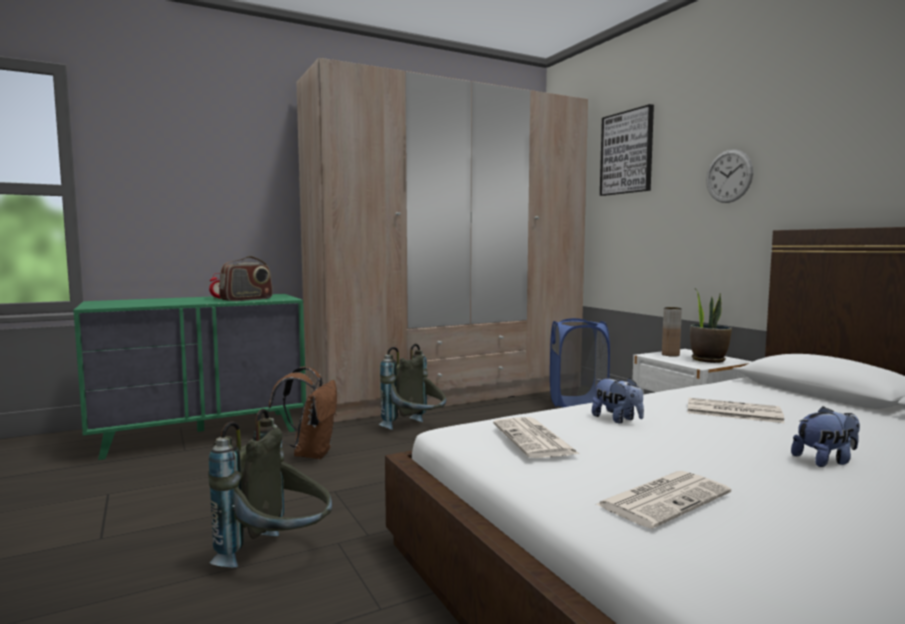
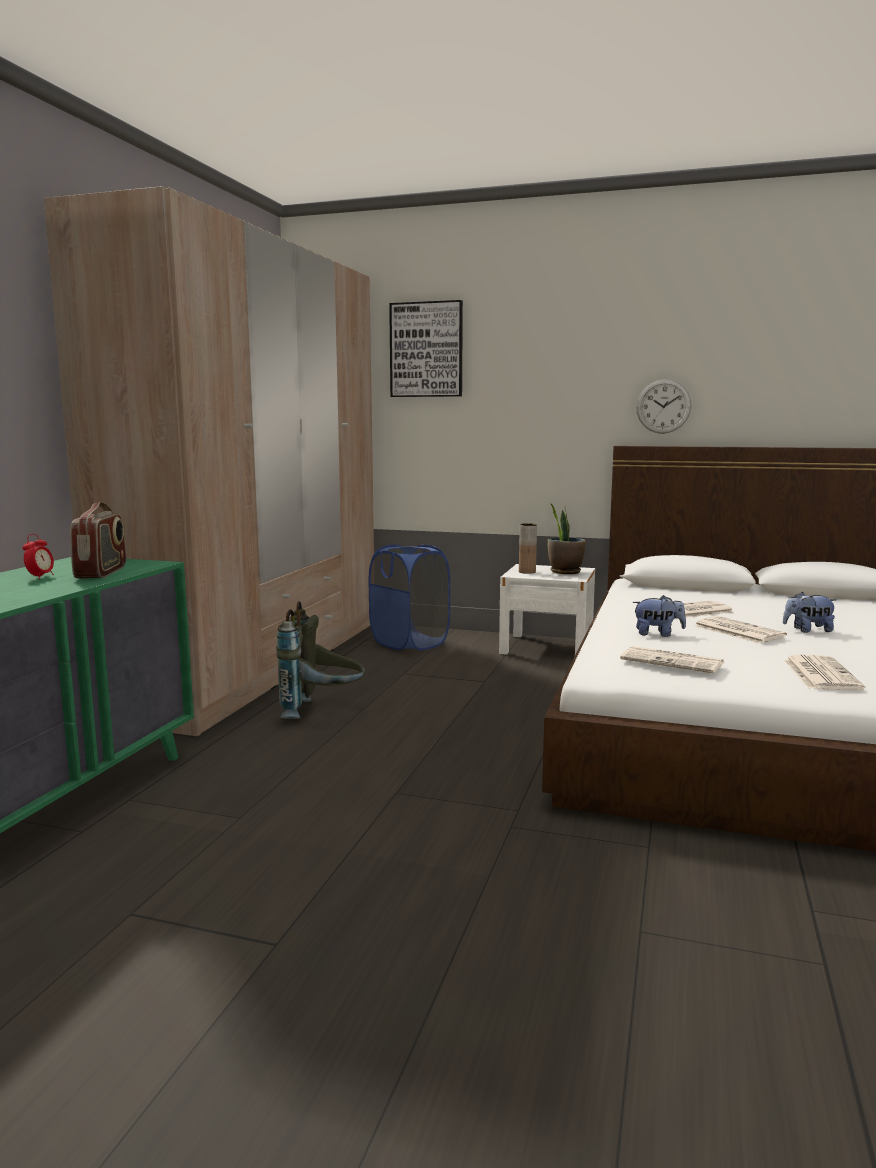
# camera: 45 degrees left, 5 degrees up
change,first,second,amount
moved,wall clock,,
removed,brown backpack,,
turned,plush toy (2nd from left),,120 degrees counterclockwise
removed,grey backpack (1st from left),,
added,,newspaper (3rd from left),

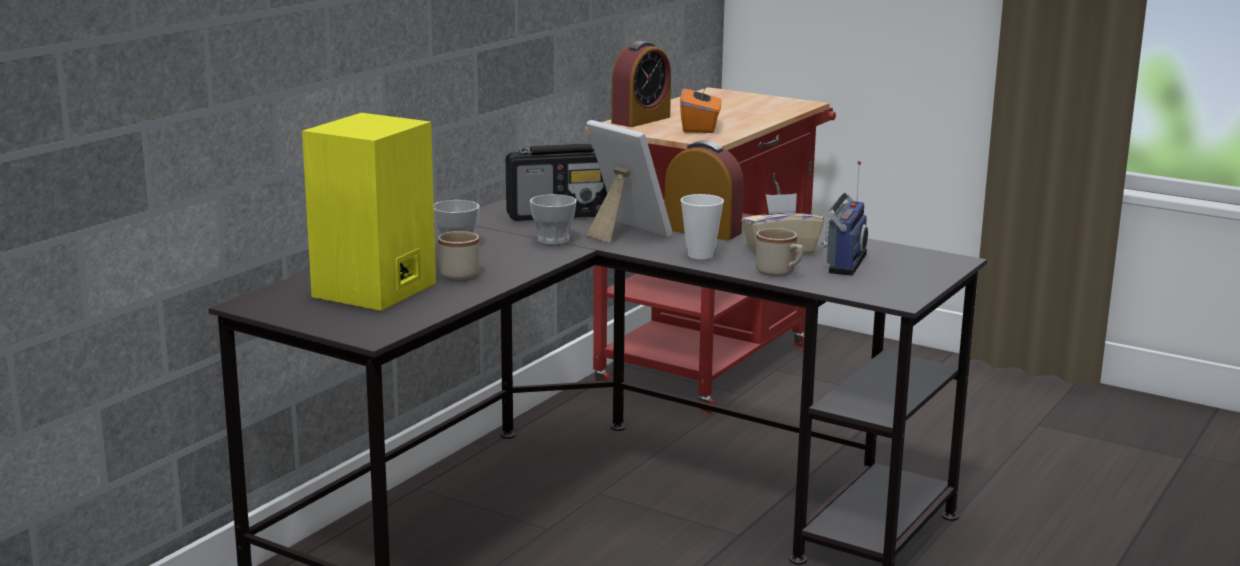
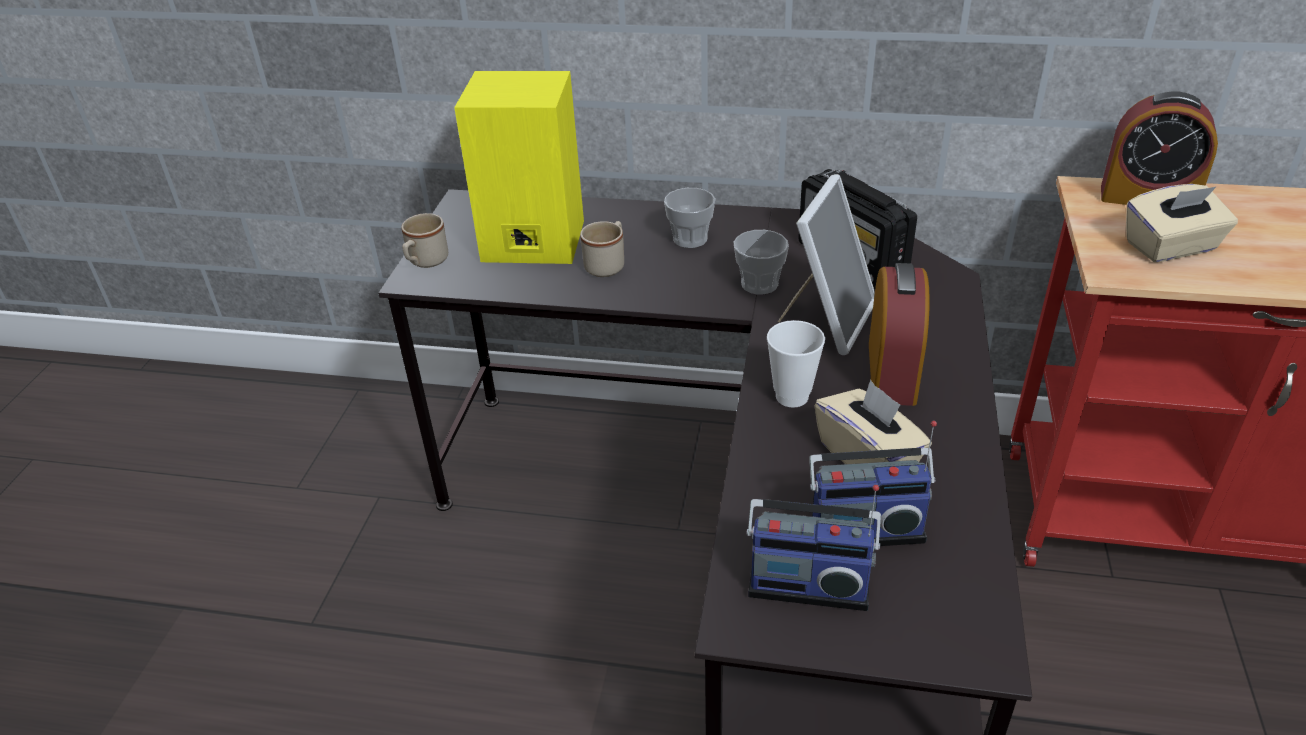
# camera: 70 degrees right, 20 degrees up
change,first,second,amount
recoloured,orange tissue box,beige tissue box (2nd from left),
moved,beige mug (2nd from left in the first image),beige mug (1st from left),
added,,radio (1st from left),

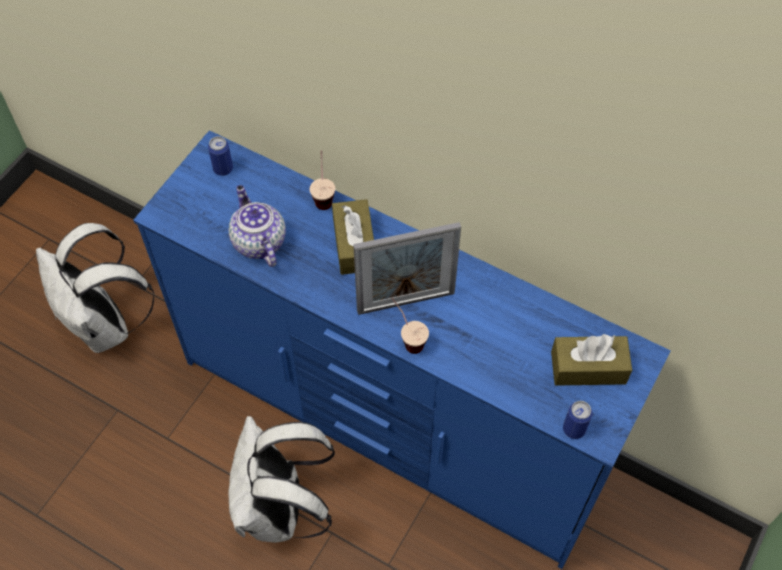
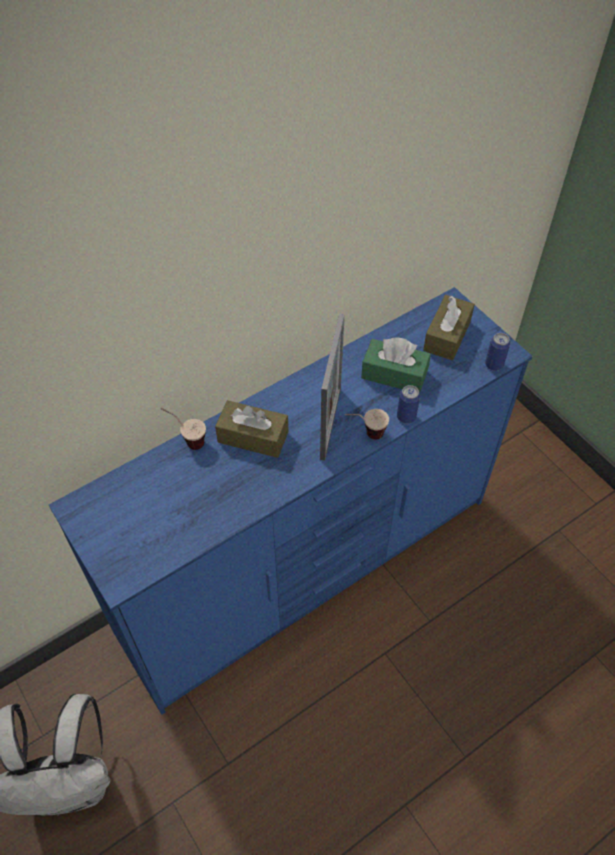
# camera: 65 degrees left, 5 degrees down
change,first,second,amount
moved,can (1st from left),,
removed,teapot,,
removed,white backpack (2nd from left),,
added,,green tissue box,

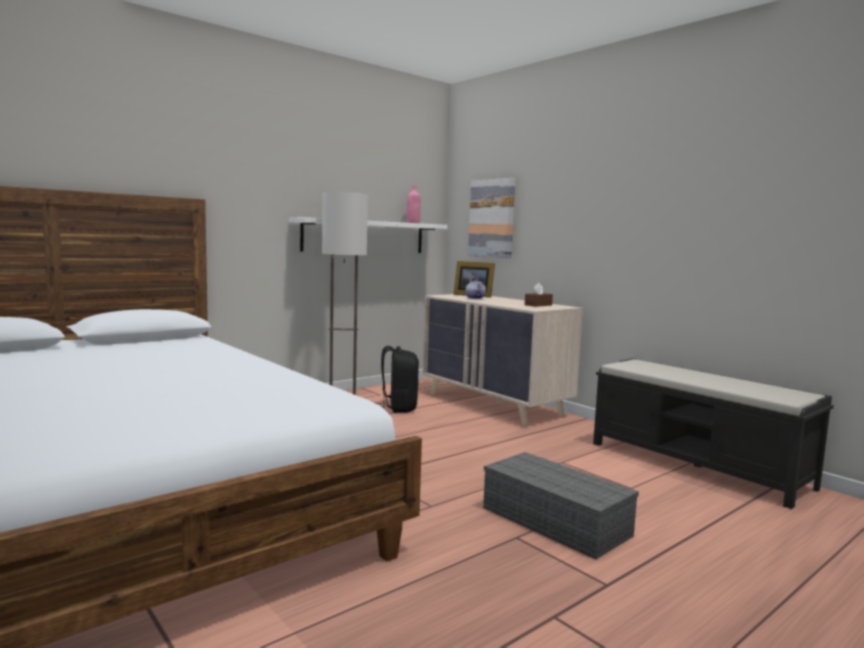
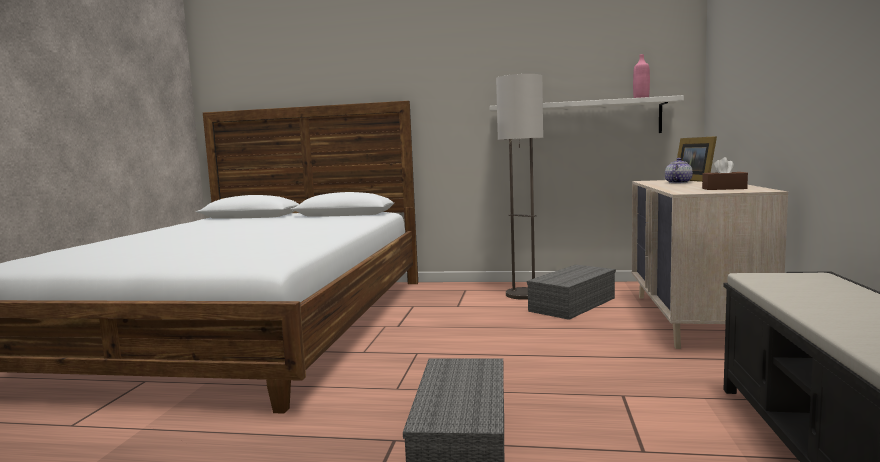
# camera: 50 degrees right, 0 degrees up
change,first,second,amount
removed,picture,,
replaced,black backpack,grey storage box (2nd from left),

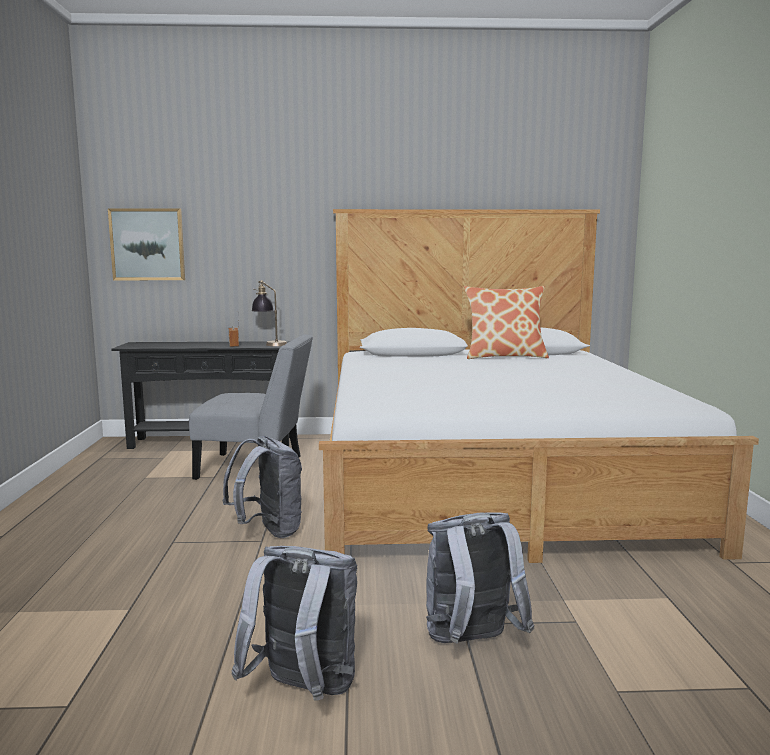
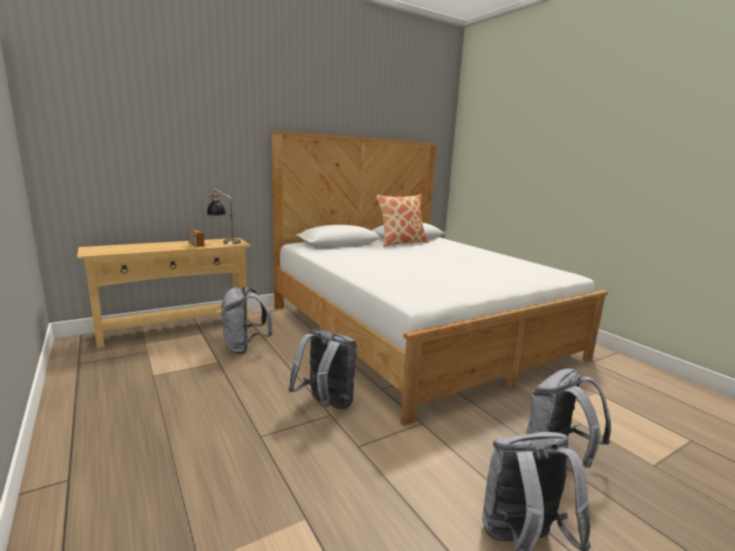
# camera: 30 degrees left, 5 degrees up
change,first,second,amount
removed,picture,,
replaced,grey chair,grey backpack (1st from left),
recoloured,black console table,beige console table,

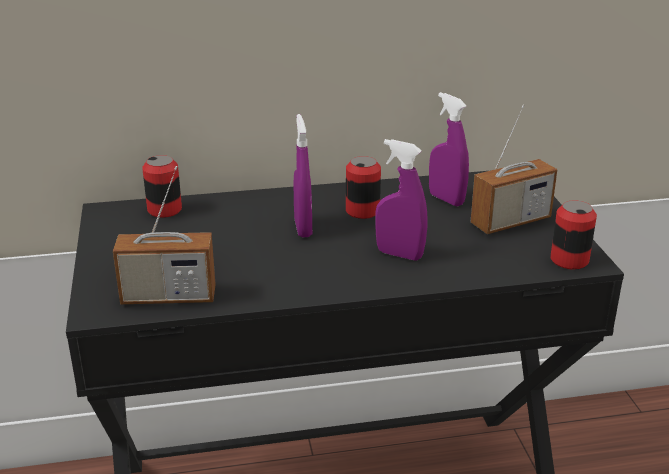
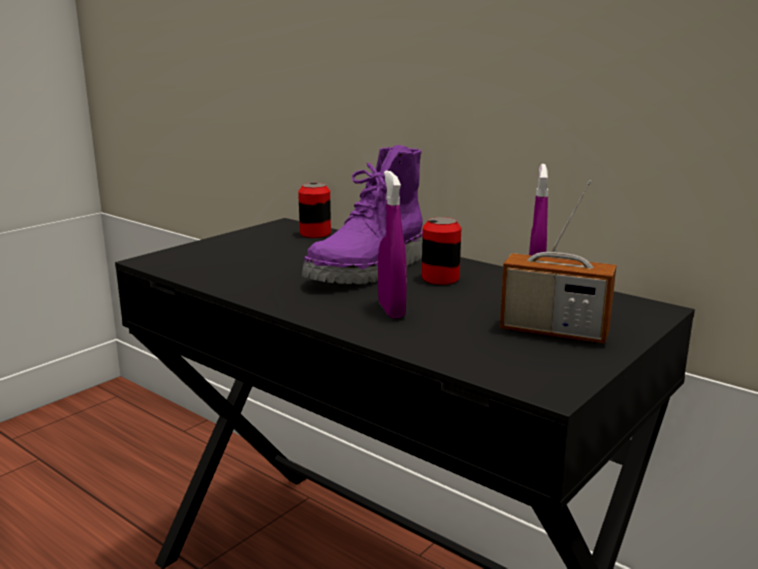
# camera: 50 degrees right, 10 degrees down
change,first,second,amount
replaced,purple spray bottle (1st from left),purple boot,
removed,radio (1st from left),,
removed,can (3rd from left),,

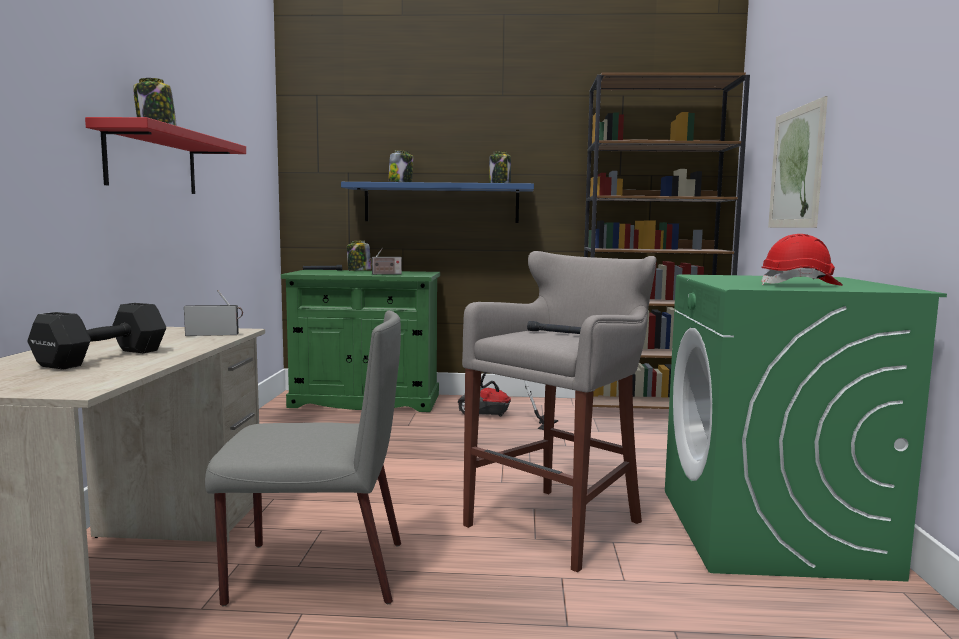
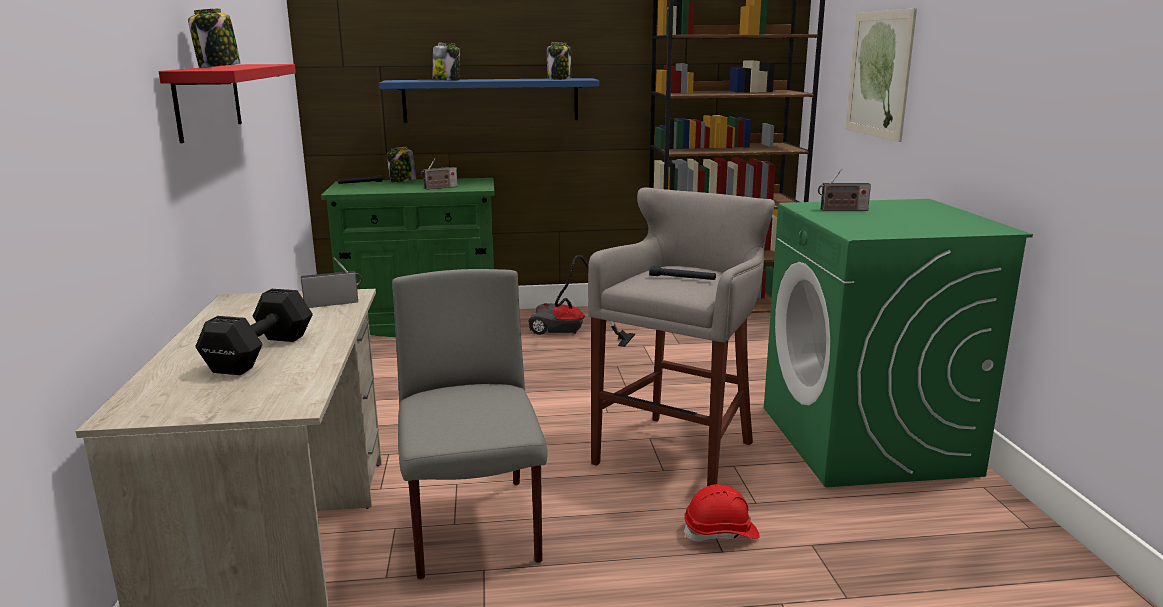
# camera: 10 degrees left, 10 degrees up
change,first,second,amount
moved,red hard hat,,
turned,grey chair,,90 degrees counterclockwise
added,,radio (3rd from left),

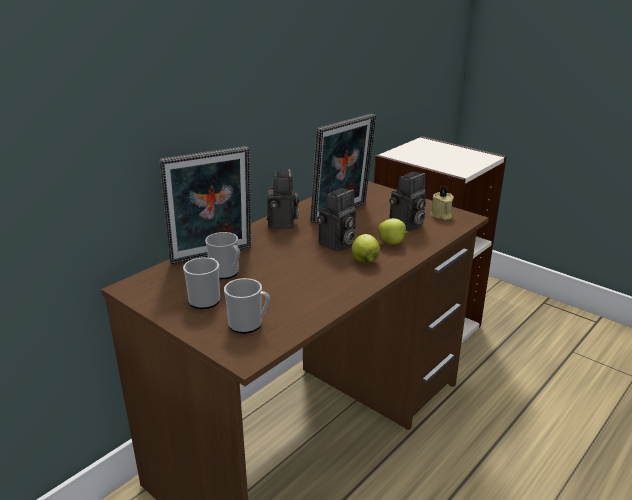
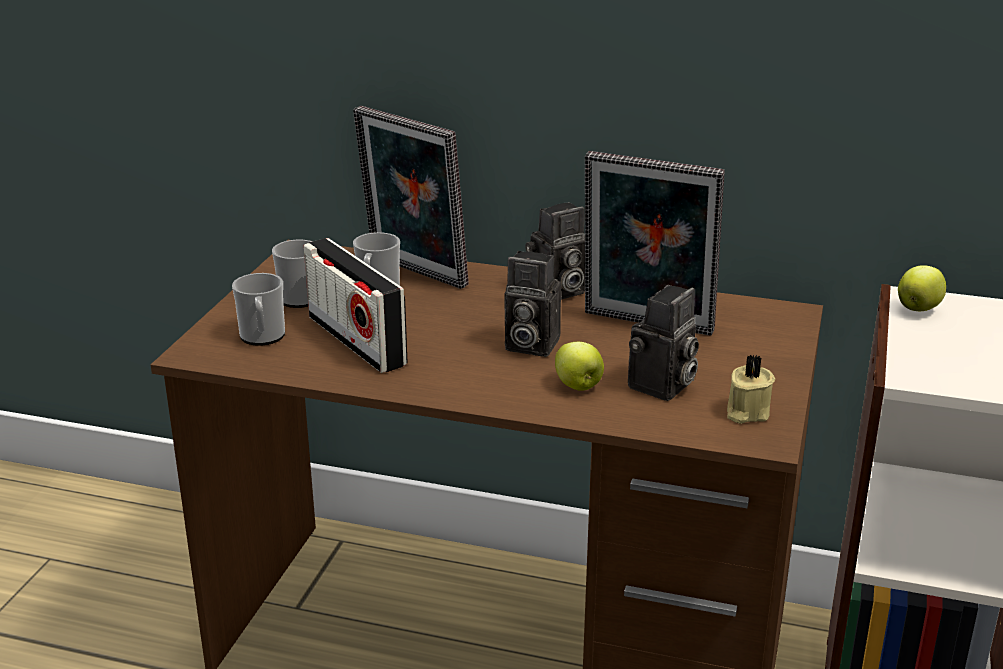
# camera: 65 degrees right, 0 degrees up
change,first,second,amount
turned,photo camera (3rd from left),,75 degrees counterclockwise
moved,apple (1st from left in the first image),apple (2nd from left),
added,,radio,

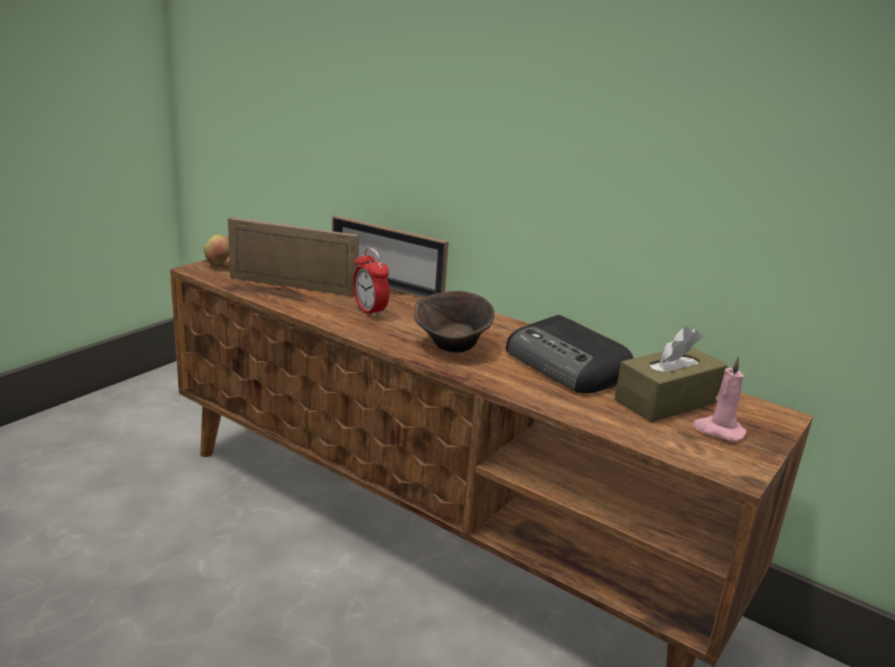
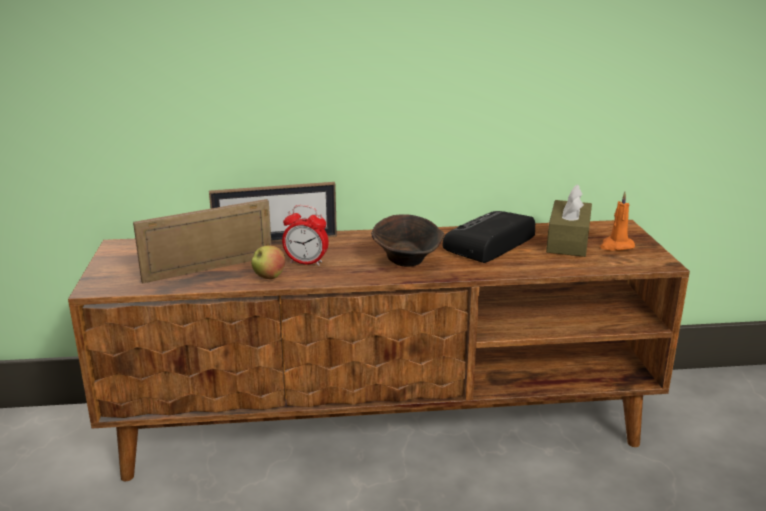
# camera: 40 degrees left, 0 degrees up
change,first,second,amount
moved,apple,,
turned,radio,,120 degrees clockwise
recoloured,pink candle,orange candle,

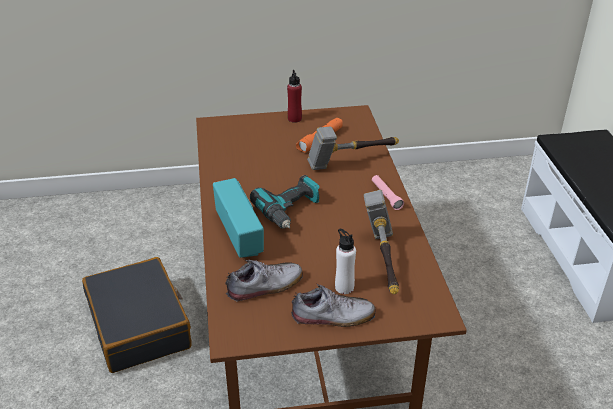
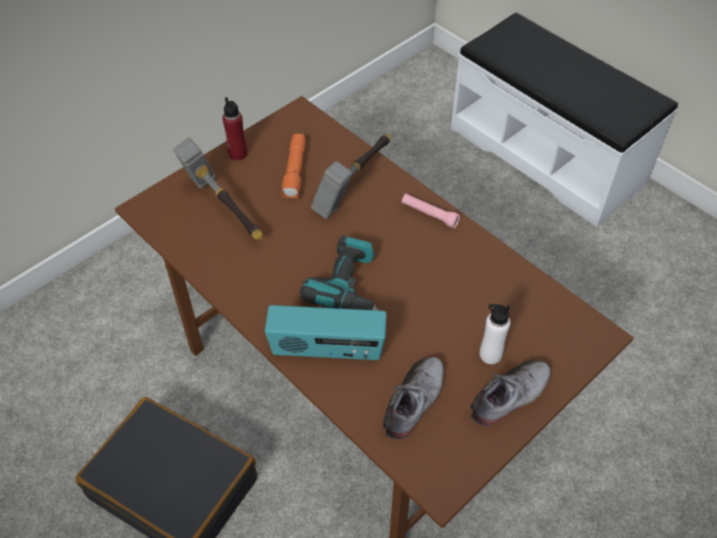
# camera: 35 degrees left, 15 degrees up
change,first,second,amount
turned,radio,,150 degrees clockwise
moved,hammer (2nd from left in the first image),hammer (1st from left),

